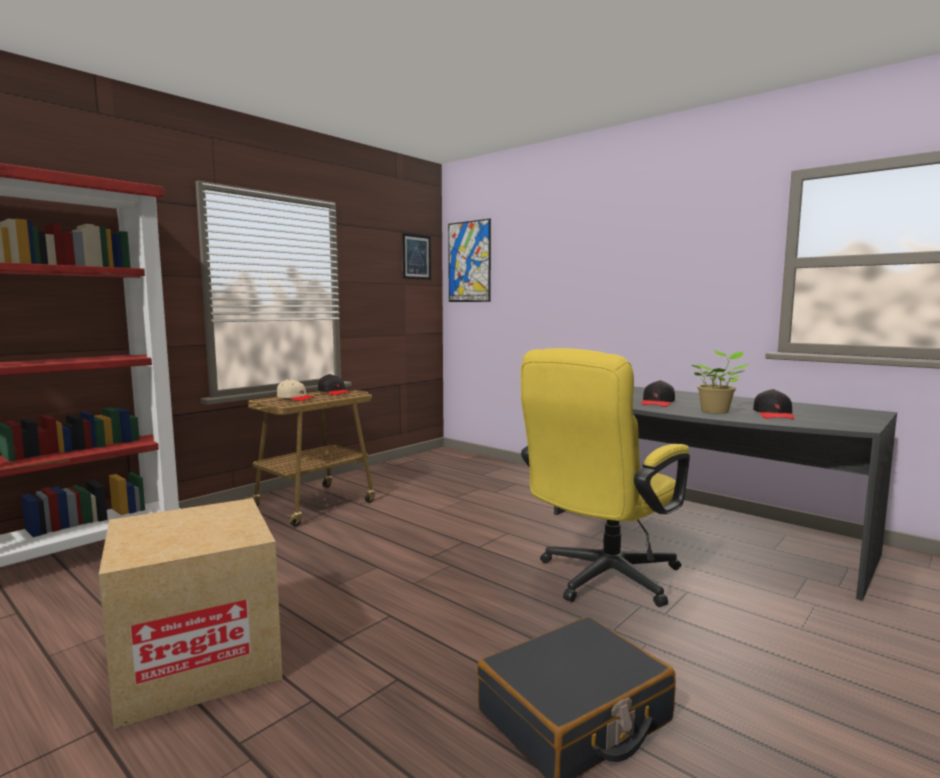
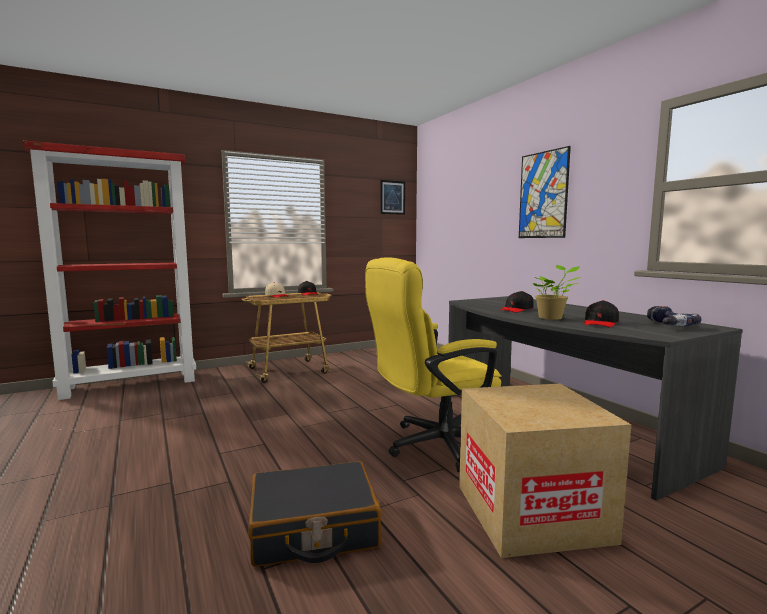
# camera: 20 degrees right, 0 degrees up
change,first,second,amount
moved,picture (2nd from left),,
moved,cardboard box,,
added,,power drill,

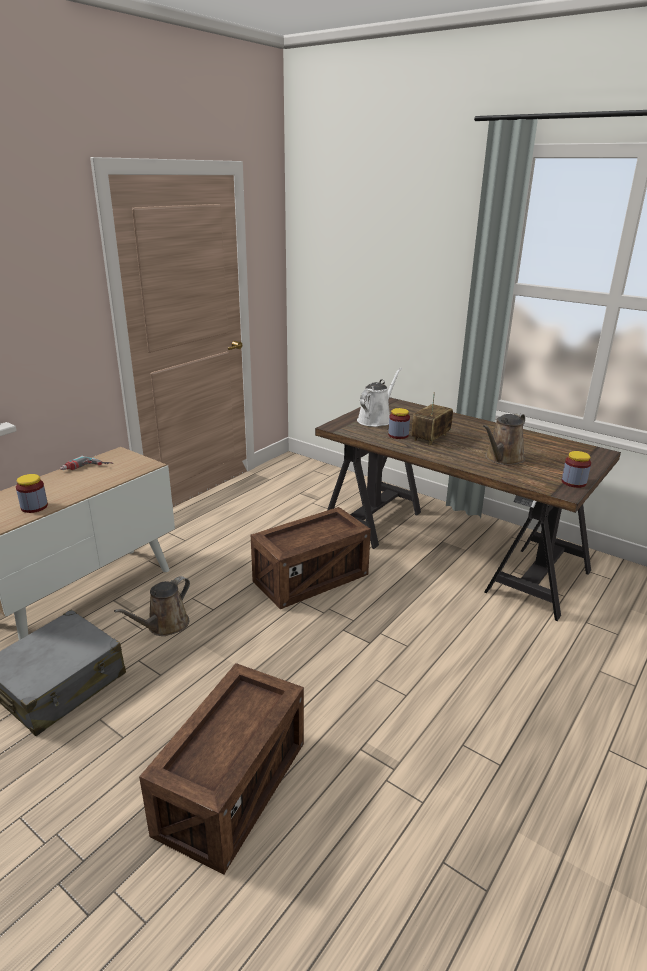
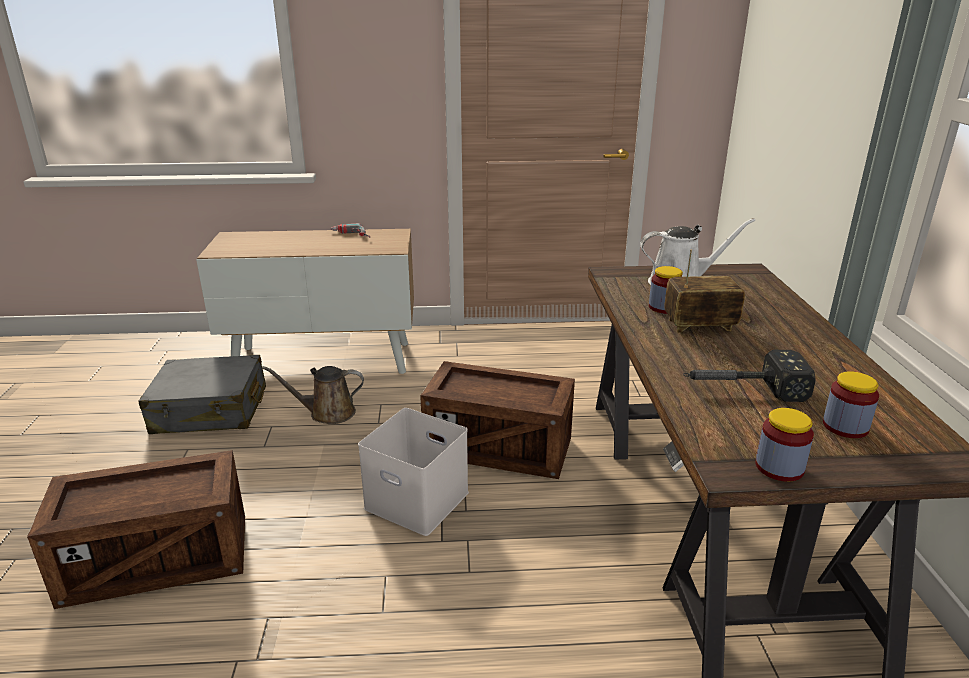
# camera: 50 degrees right, 0 degrees up
change,first,second,amount
replaced,brown watering can (2nd from left),hammer,
moved,jar (1st from left in the first image),jar (3rd from left),
added,,white storage box,

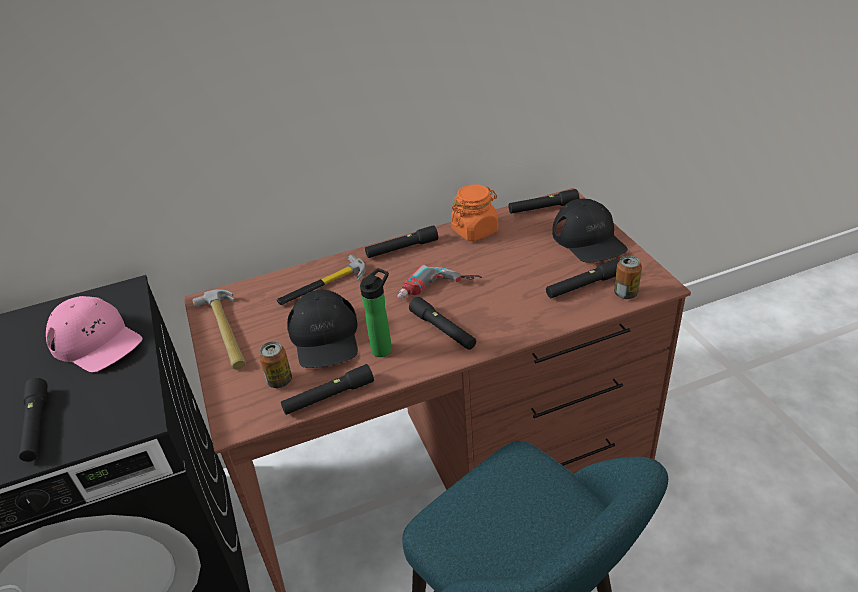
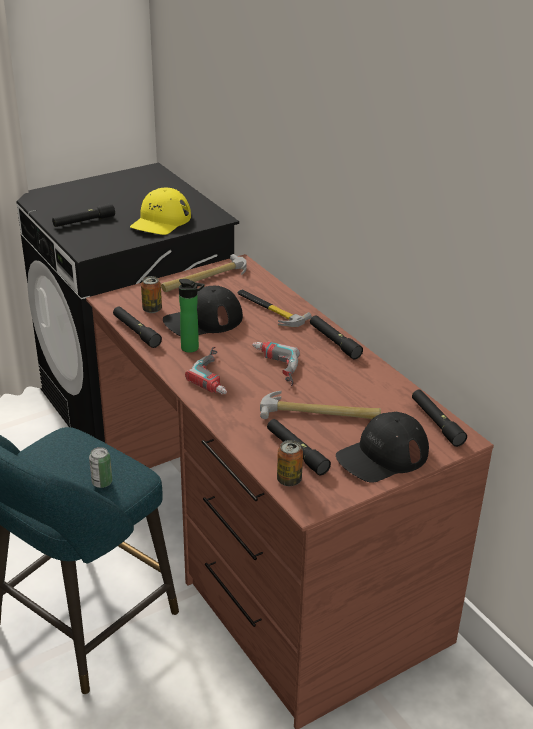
# camera: 75 degrees right, 5 degrees down
change,first,second,amount
removed,orange jar,,
recoloured,pink cap,yellow cap,
replaced,black flashlight (4th from left),power drill (1st from left),
added,,hammer (3rd from left),
added,,can (1st from left),

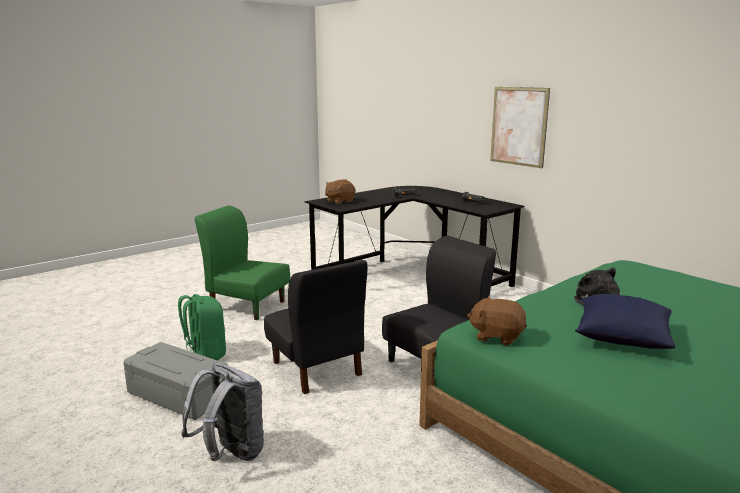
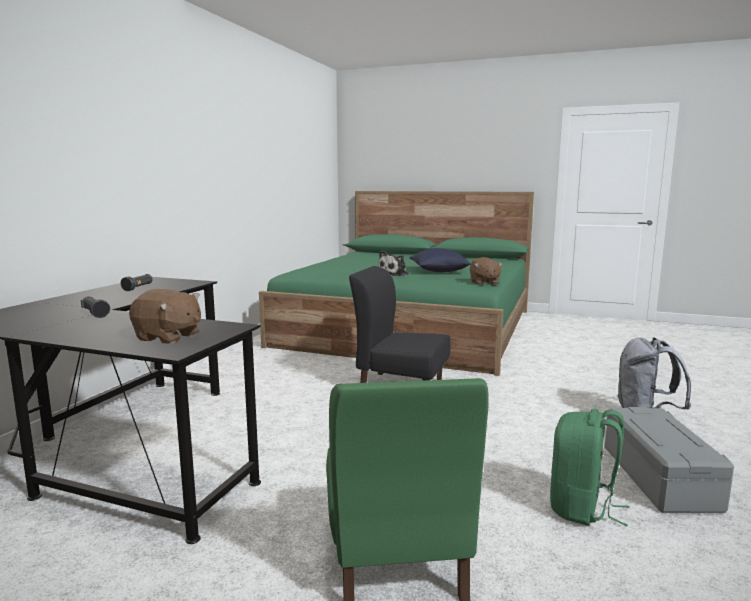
# camera: 120 degrees left, 5 degrees down
change,first,second,amount
removed,picture,,
removed,black chair (1st from left),,

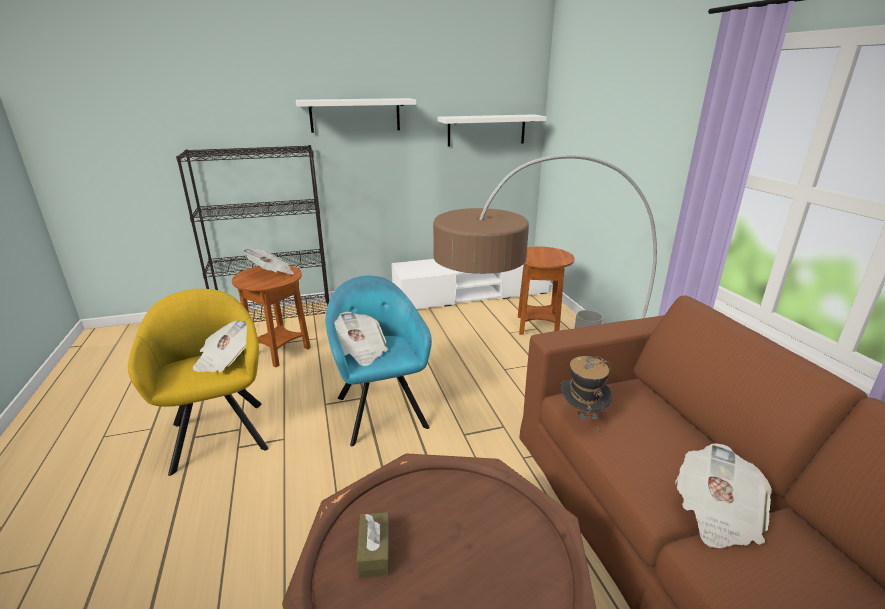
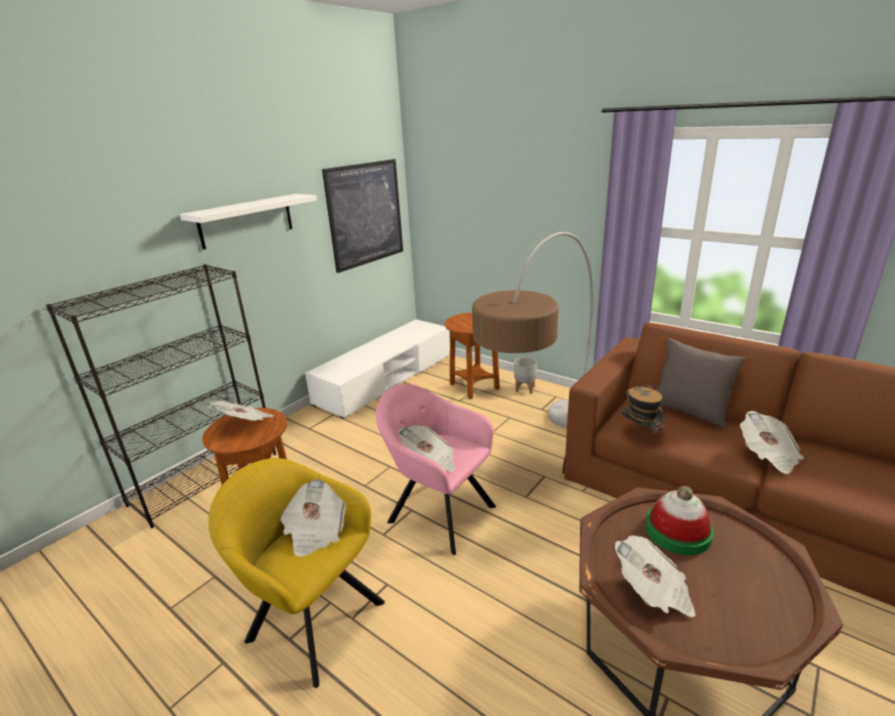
# camera: 35 degrees left, 0 degrees up
change,first,second,amount
replaced,white shelf (2nd from left),picture,
recoloured,turquoise armchair,pink armchair,
replaced,brown tissue box,newspaper (4th from left),
added,,grey pillow,
added,,hat (2nd from left),

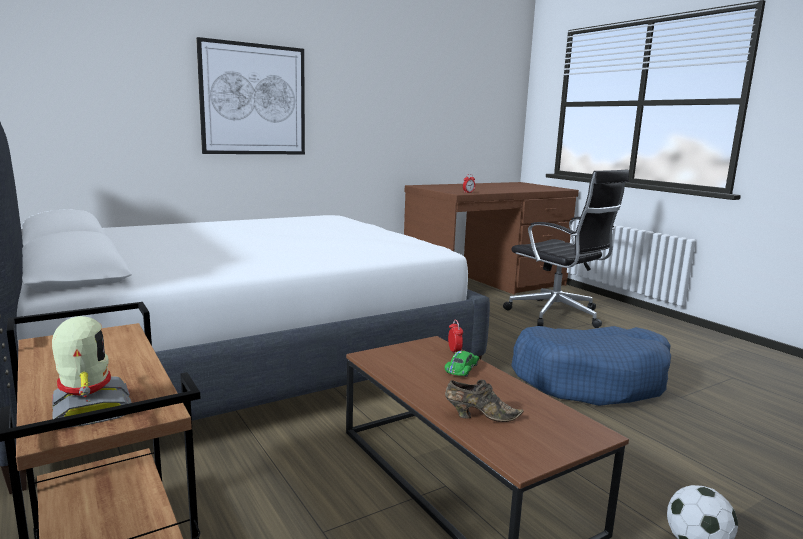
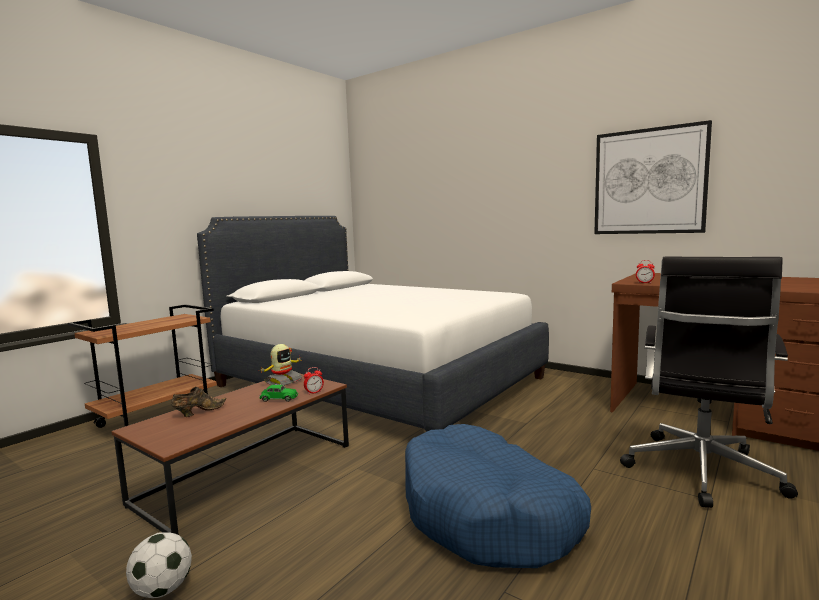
# camera: 70 degrees right, 5 degrees down
change,first,second,amount
moved,picture,,
moved,toy robot,,
turned,brown shoe,,120 degrees counterclockwise

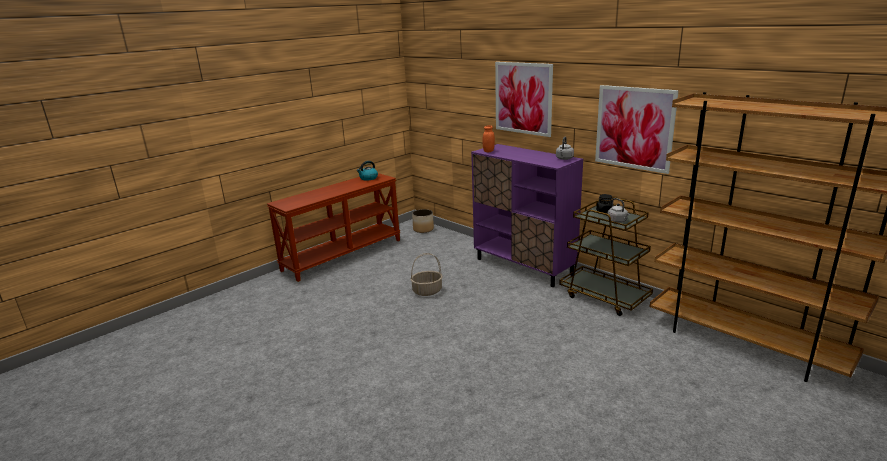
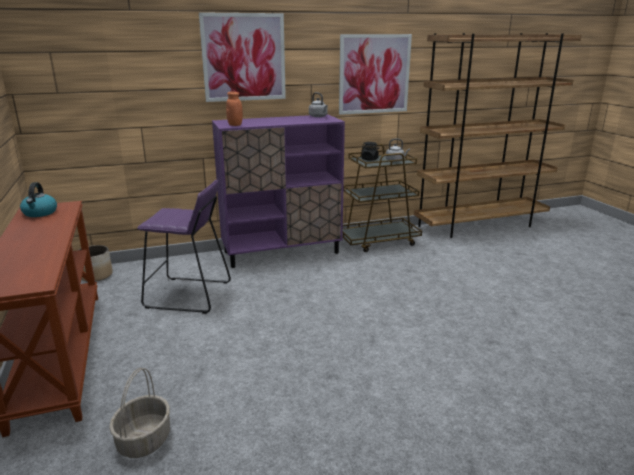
# camera: 65 degrees left, 0 degrees up
change,first,second,amount
moved,basket,,
added,,purple stool,

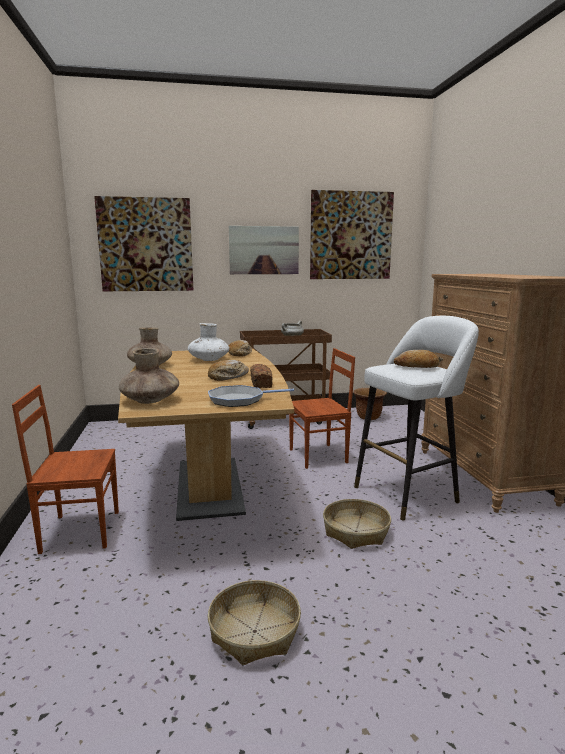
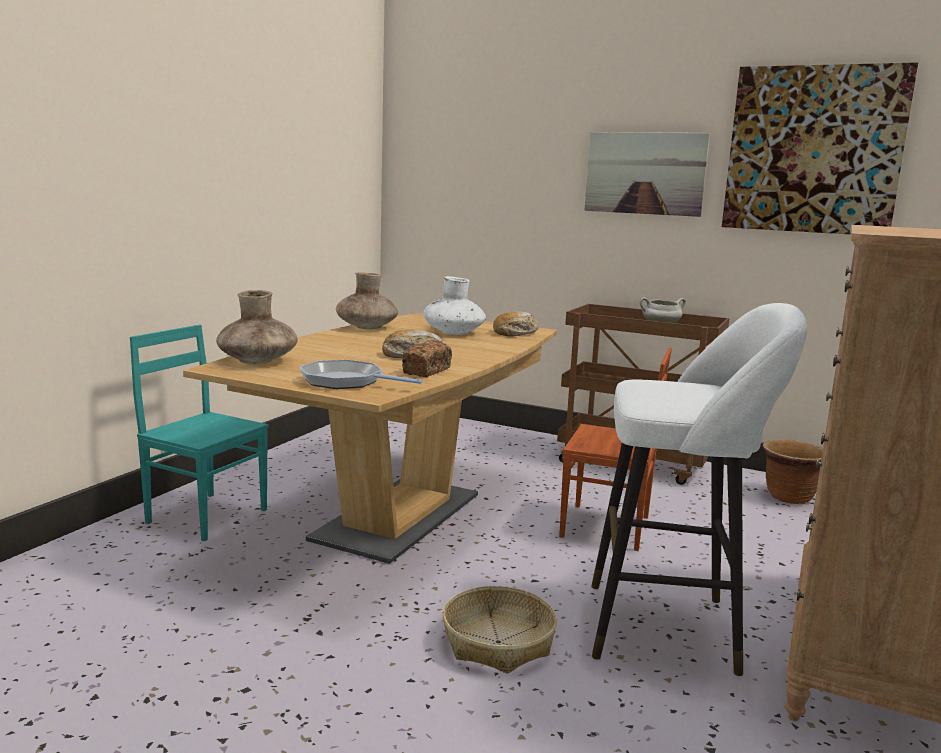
# camera: 35 degrees right, 0 degrees up
change,first,second,amount
removed,picture (1st from left),,
removed,bread (4th from left),,
recoloured,brown chair (1st from left),turquoise chair,
removed,basket (1st from left),,

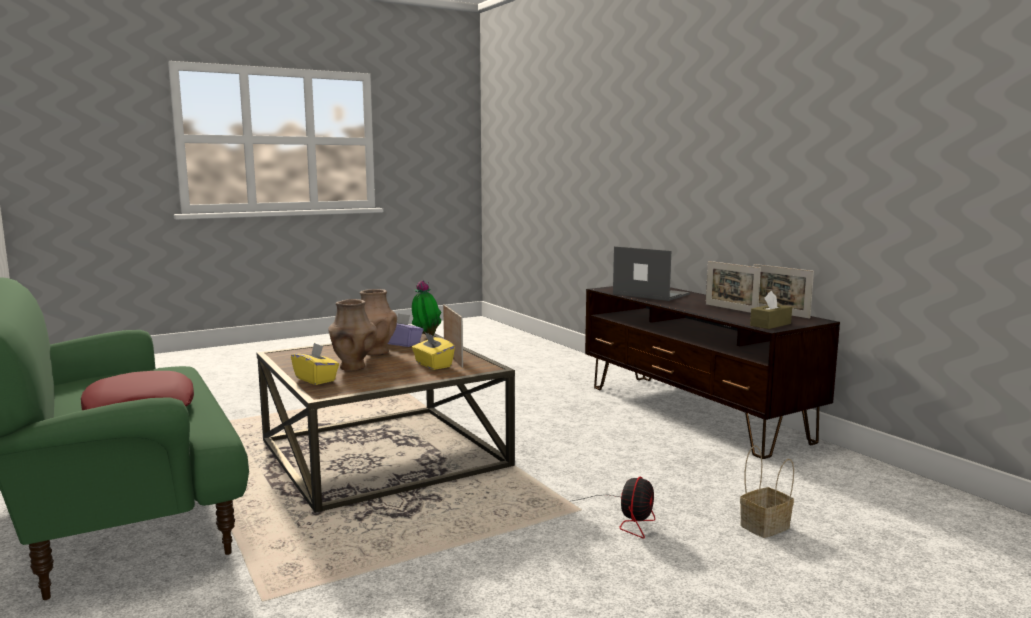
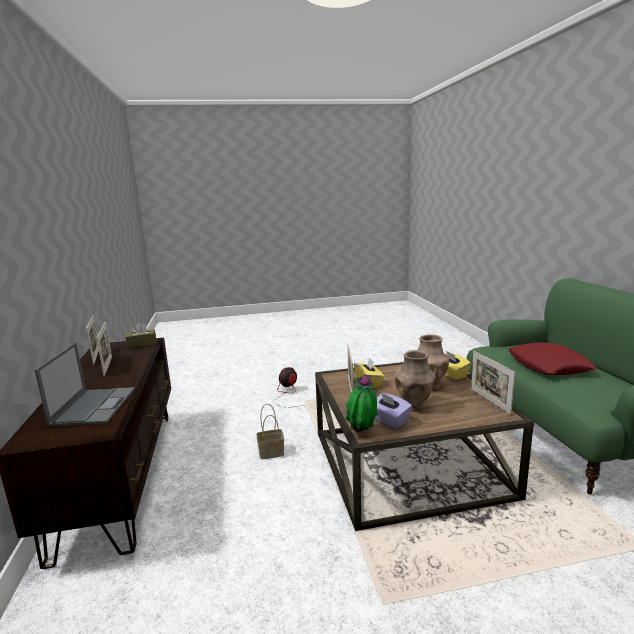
# camera: 160 degrees left, 5 degrees up
change,first,second,amount
turned,laptop,,150 degrees counterclockwise
moved,basket,,
added,,picture frame (4th from left),

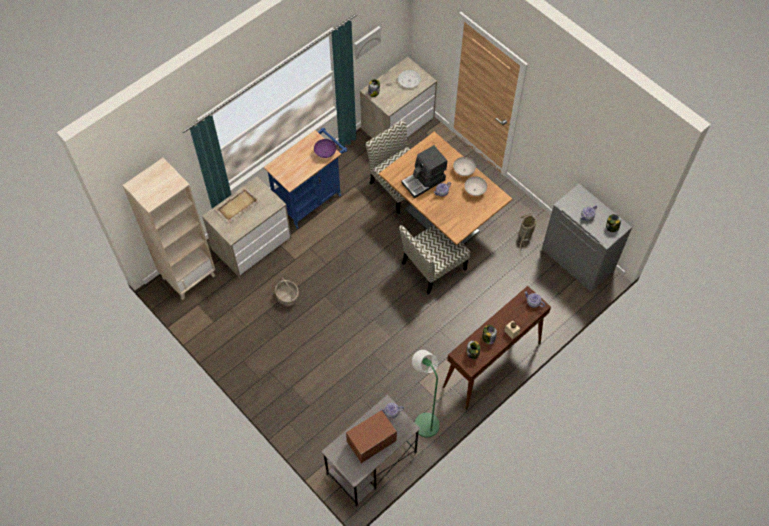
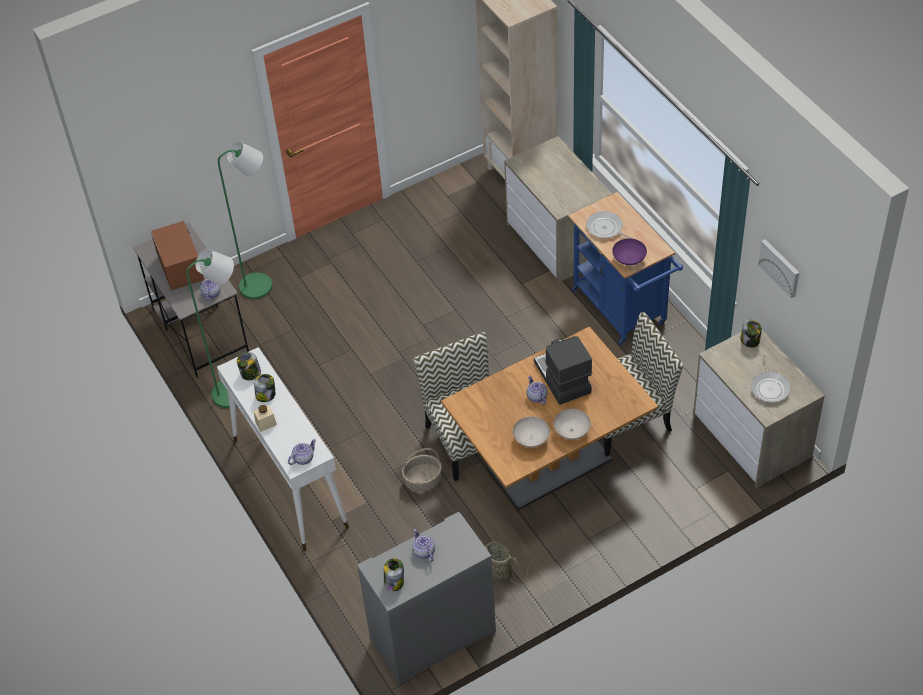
# camera: 105 degrees right, 10 degrees down
change,first,second,amount
removed,beige tray,,
moved,basket (1st from left),,
recoloured,brown console table,white console table,
added,,green floor lamp (2nd from left),
added,,frying pan (1st from left),

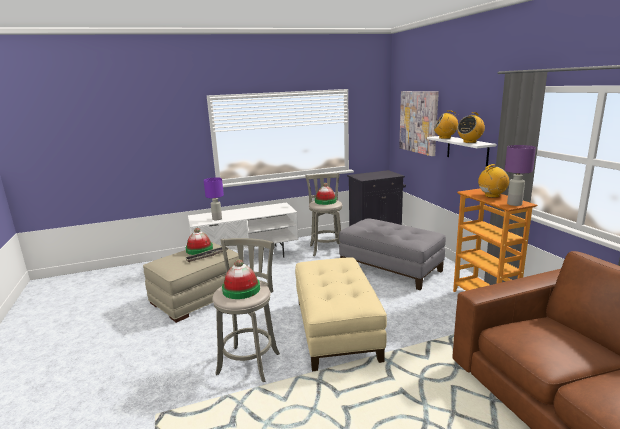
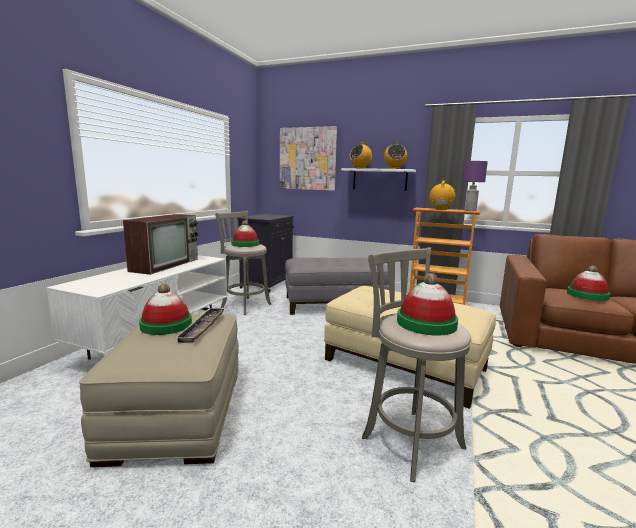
# camera: 50 degrees left, 5 degrees down
change,first,second,amount
removed,purple table lamp (1st from left),,
added,,television,
added,,hat (4th from left),

